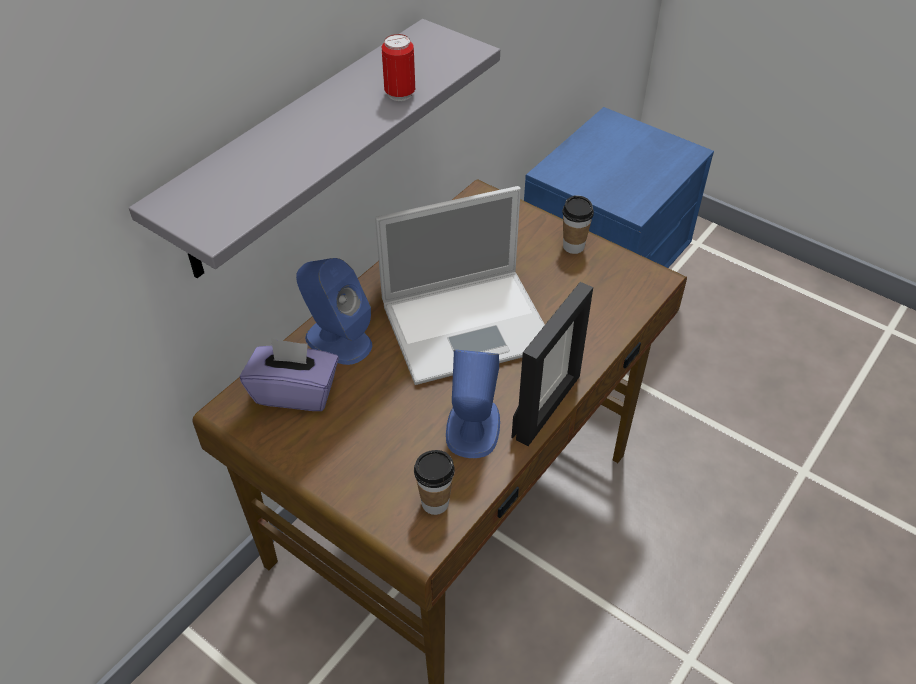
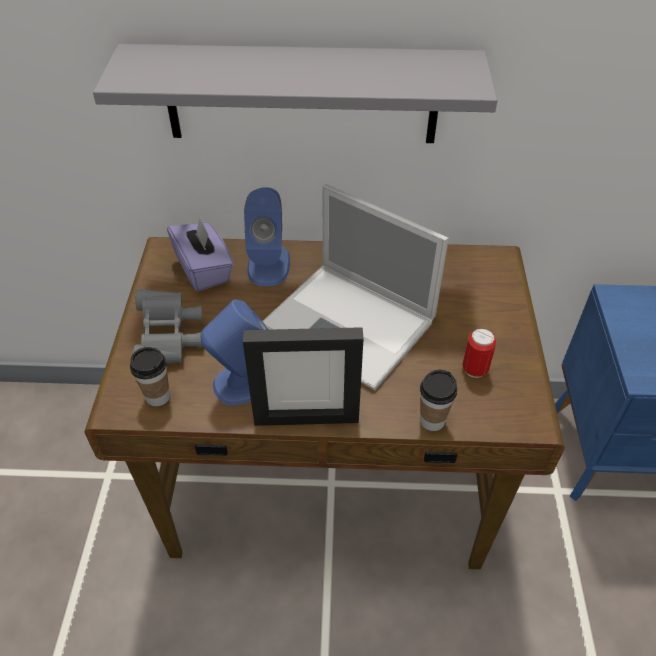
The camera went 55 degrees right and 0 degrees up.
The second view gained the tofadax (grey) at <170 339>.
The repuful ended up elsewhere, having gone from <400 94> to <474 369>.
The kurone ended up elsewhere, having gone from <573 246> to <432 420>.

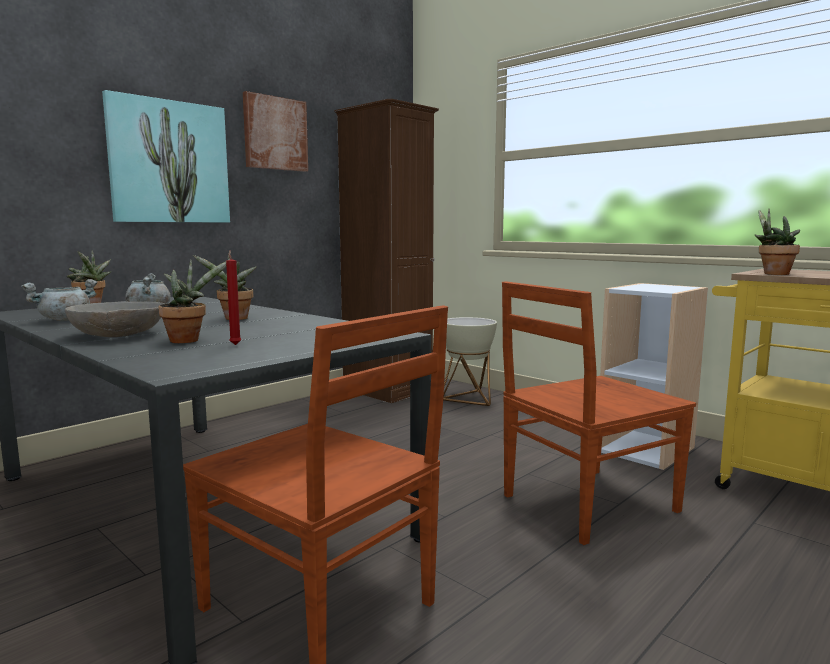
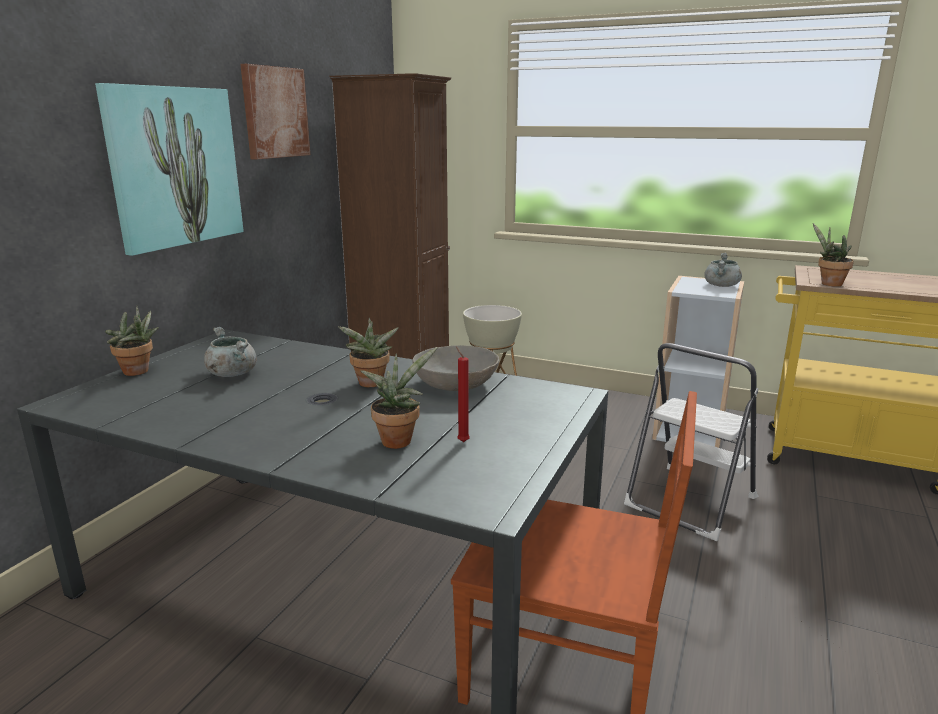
The camera went 20 degrees left and 10 degrees up.
The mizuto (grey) ended up elsewhere, having gone from <65 320> to <721 286>.
The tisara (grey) ended up elsewhere, having gone from <119 334> to <456 384>.
Where the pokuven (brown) stood at <586 504>, the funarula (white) came to stand at <687 502>.

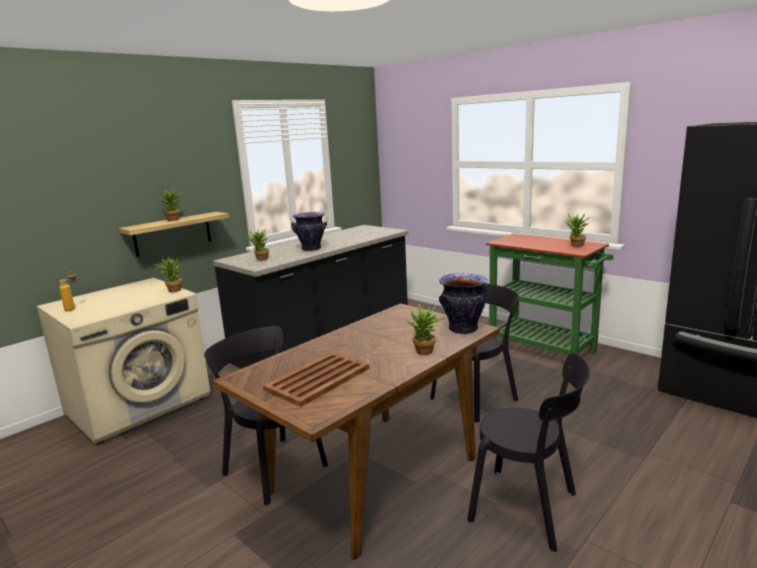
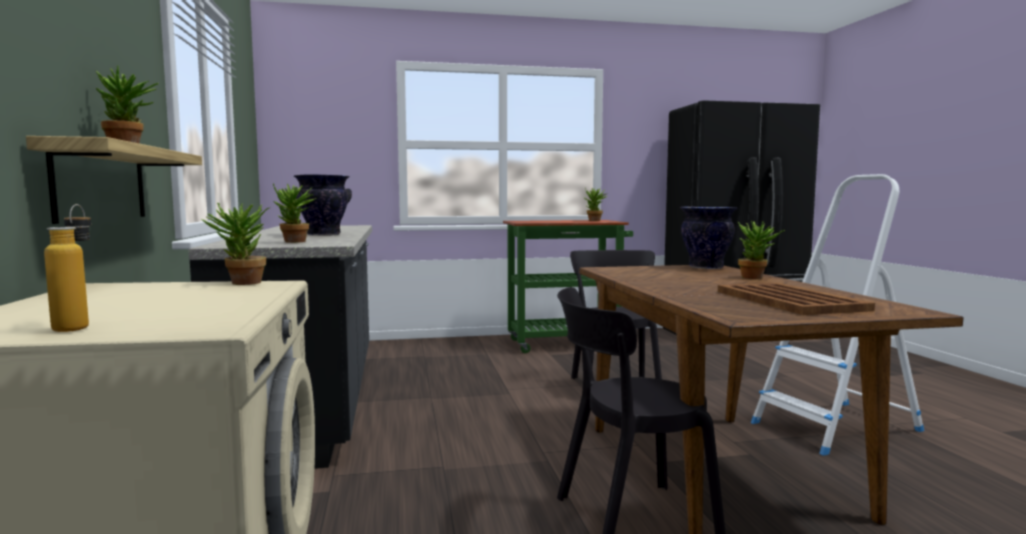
The camera went 55 degrees left and 10 degrees down.
Where the pokuven (black) stood at <528 509>, the funarula (white) came to stand at <834 427>.

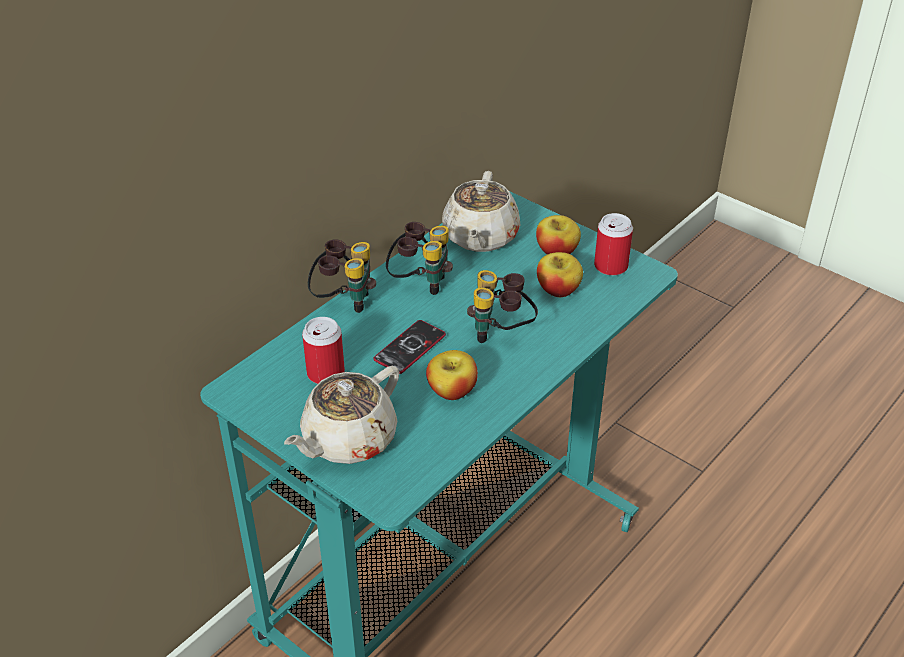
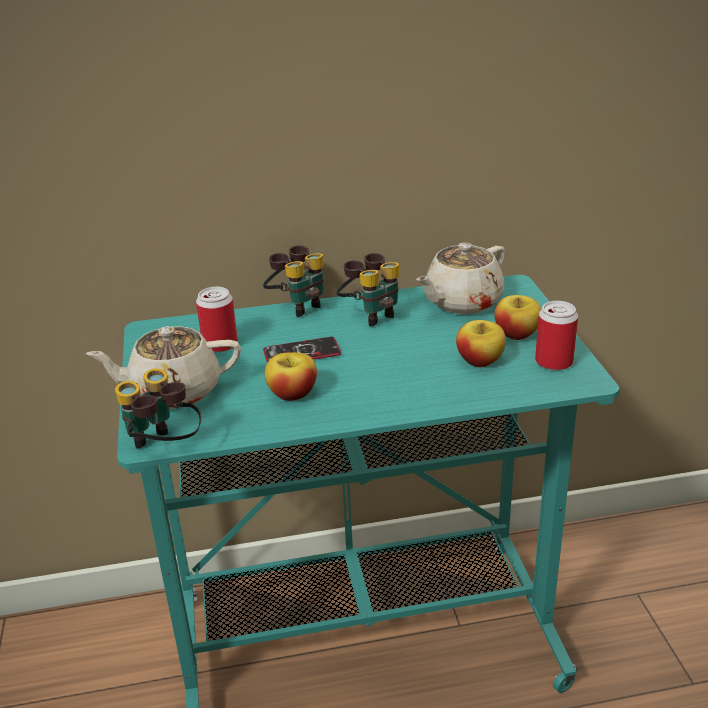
The camera went 40 degrees right and 10 degrees down.
The tofadax ended up elsewhere, having gone from <501 334> to <163 449>.

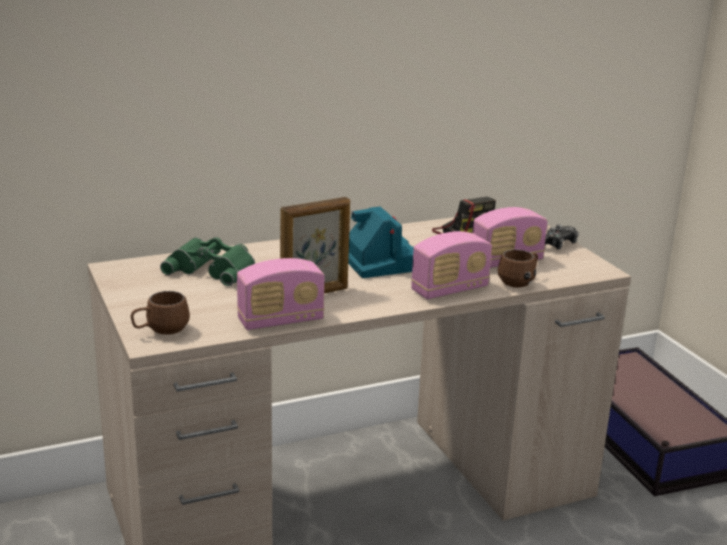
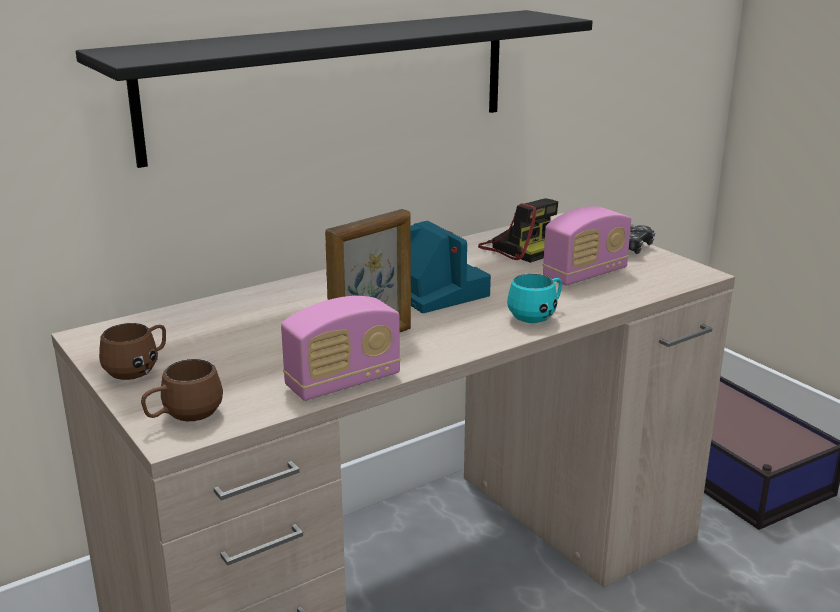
The camera went 10 degrees left and 0 degrees up.
The second view lost the tofadax (green) at <213 268>.
The second view gained the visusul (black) at <333 82>.
The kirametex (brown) ended up elsewhere, having gone from <519 282> to <139 370>.
Where the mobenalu stood at <449 290>, the kirametex (turquoise) came to stand at <537 316>.

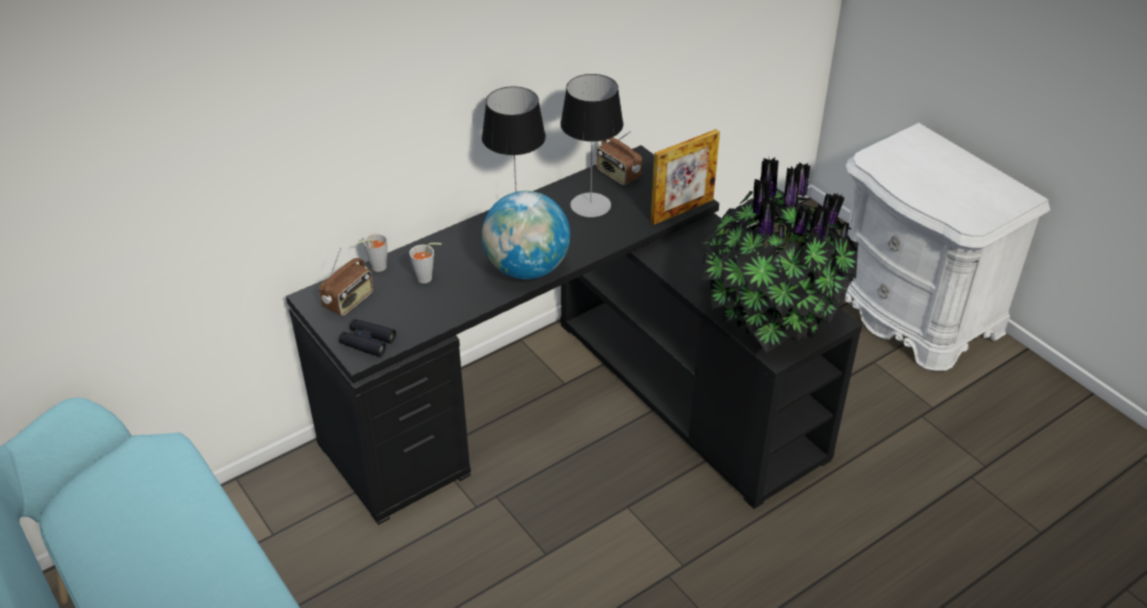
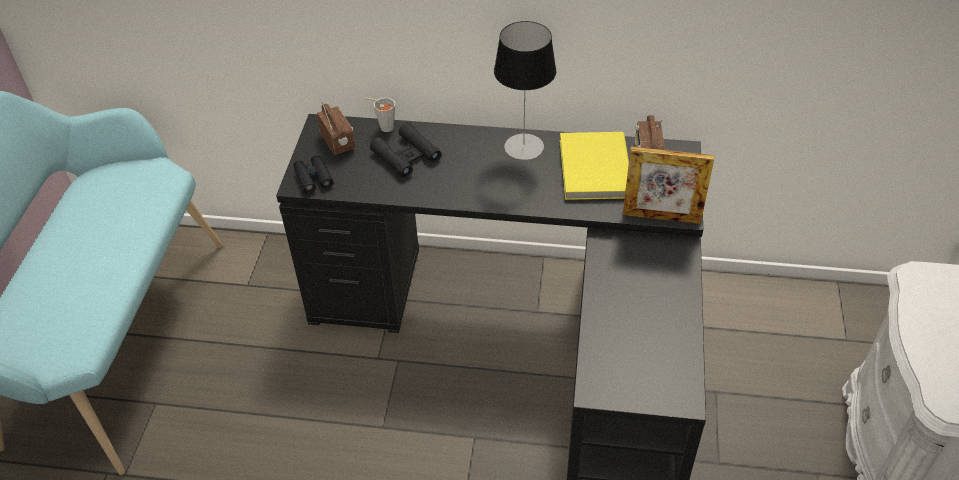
The camera went 45 degrees right and 5 degrees up.
The second view lost the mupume at <527 269>.
The second view lost the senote at <770 313>.
Where the kurone (grey) stood at <428 278>, the tofadax (black) came to stand at <406 156>.
Where the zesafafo stood at <590 205>, the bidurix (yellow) came to stand at <593 168>.
The mobenalu at <349 301> ended up facing another way, 105 degrees counterclockwise from before.

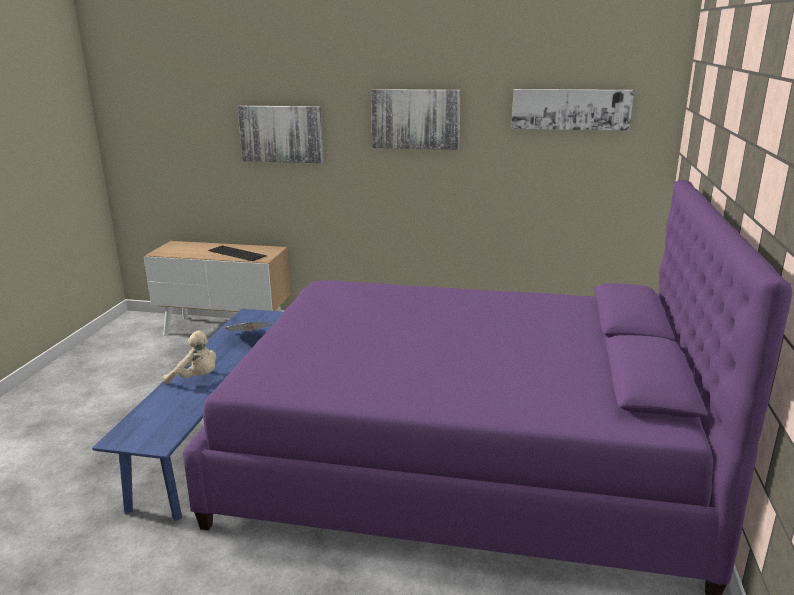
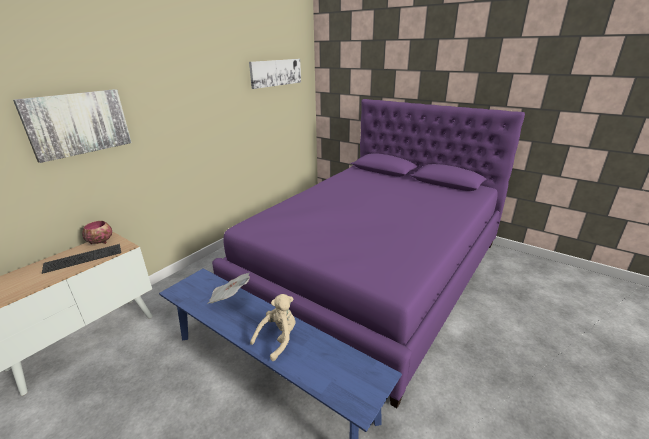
The camera went 65 degrees left and 5 degrees up.
The second view lost the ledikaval at <415 119>.
The second view gained the tisara at <100 241>.

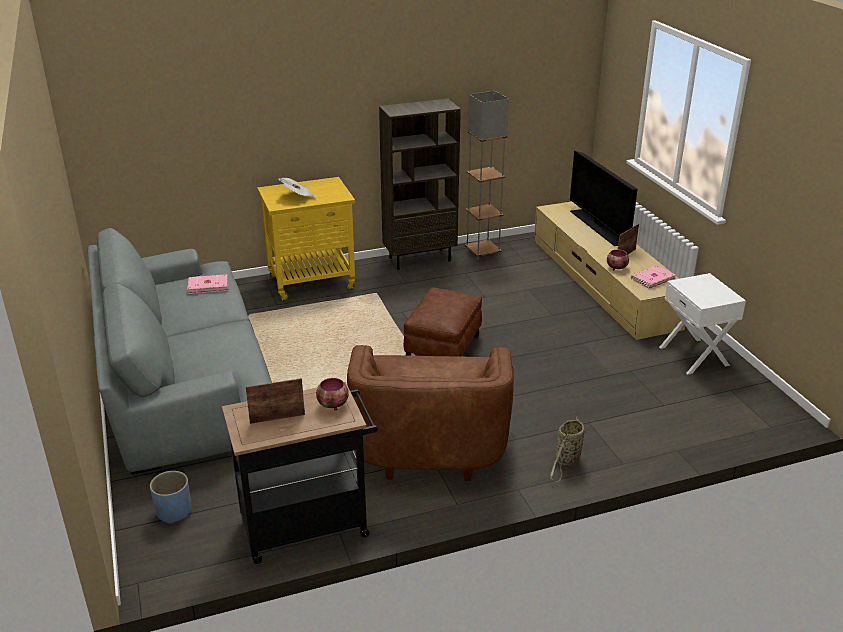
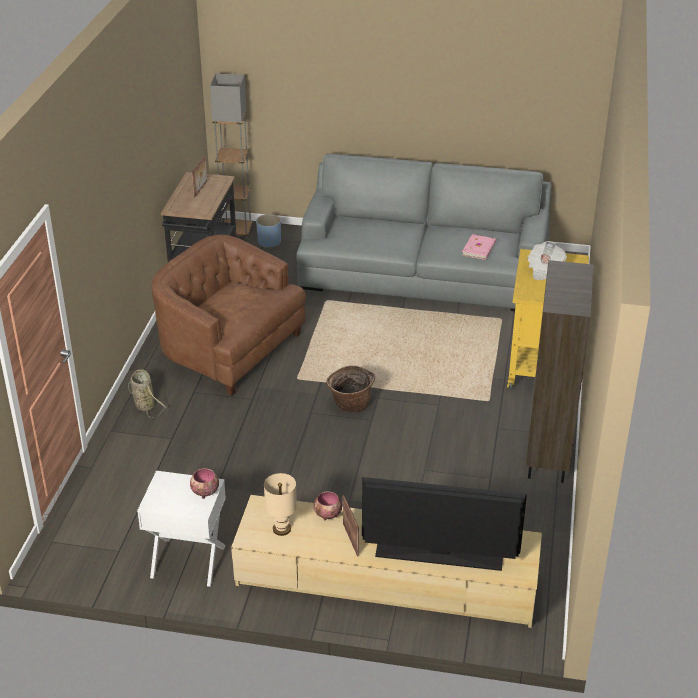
The camera went 120 degrees right and 5 degrees up.
The tisara ended up elsewhere, having gone from <333 405> to <204 492>.
The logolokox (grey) ended up elsewhere, having gone from <482 252> to <236 231>.
Where the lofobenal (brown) stood at <443 349>, the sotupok came to stand at <350 405>.
Where the bidurix (pink) stood at <652 278>, the zesafafo (beige) came to stand at <282 529>.

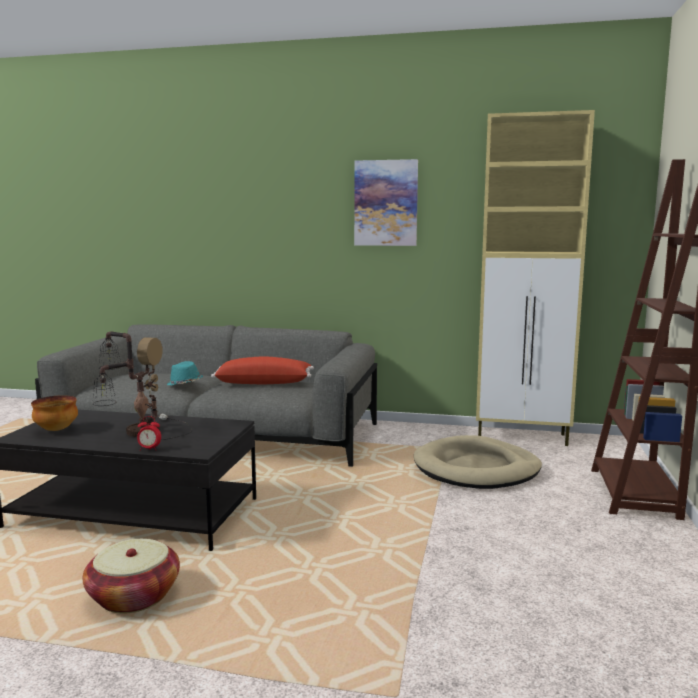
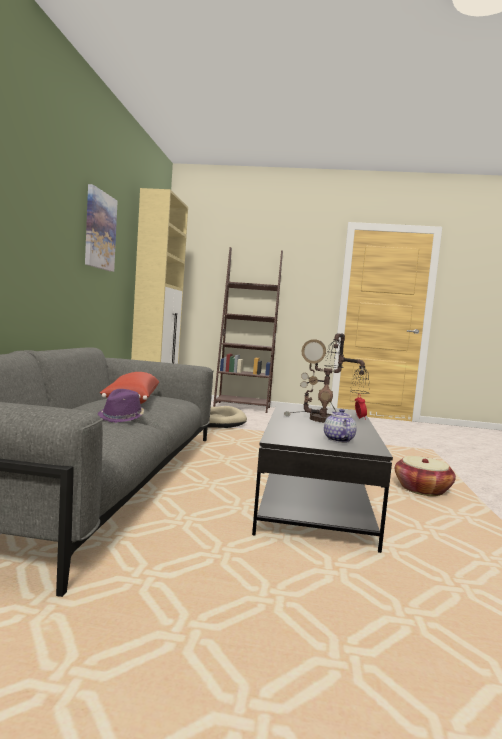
The camera went 95 degrees left and 5 degrees down.
Where the tisara stood at <56 430>, the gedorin came to stand at <337 440>.
What was the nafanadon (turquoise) at <184 384> turned into the nafanadon (purple) at <121 417>.

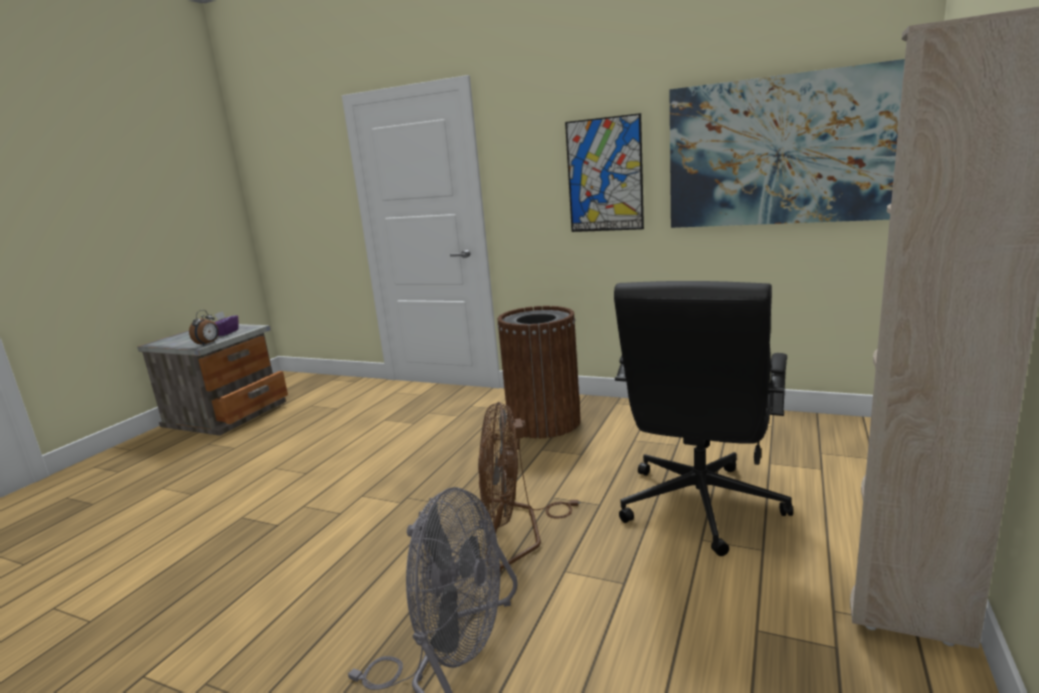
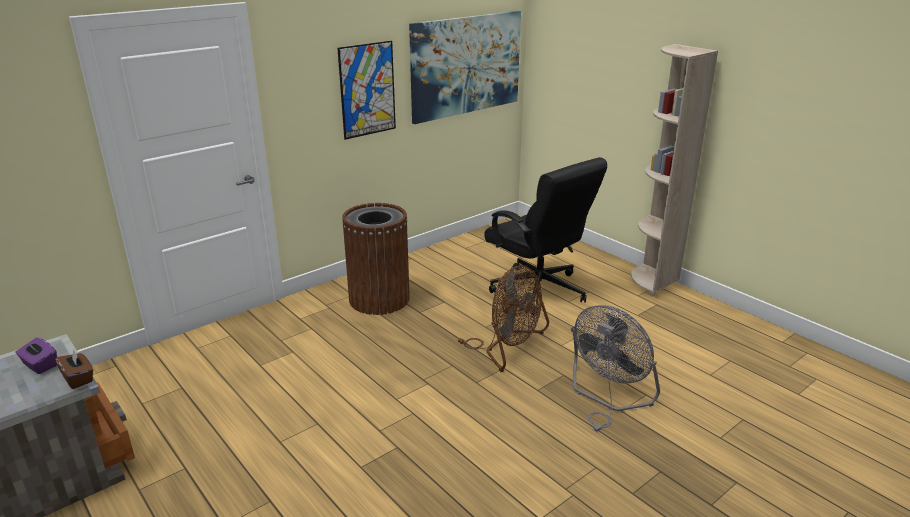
The camera went 65 degrees left and 10 degrees up.
Where the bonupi stood at <208 344>, the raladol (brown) came to stand at <78 378>.
The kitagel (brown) at <517 527> ended up facing another way, 75 degrees counterclockwise from before.

